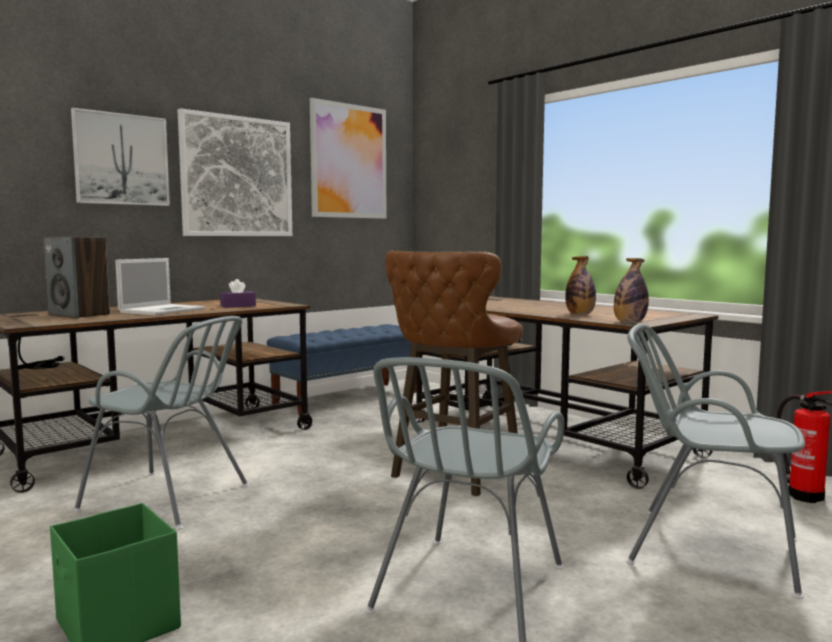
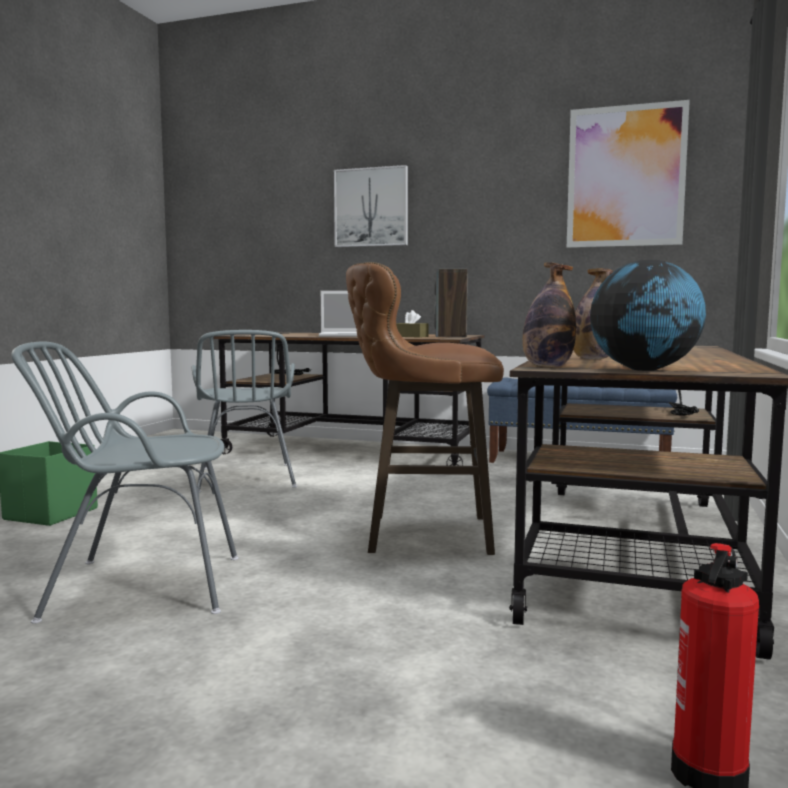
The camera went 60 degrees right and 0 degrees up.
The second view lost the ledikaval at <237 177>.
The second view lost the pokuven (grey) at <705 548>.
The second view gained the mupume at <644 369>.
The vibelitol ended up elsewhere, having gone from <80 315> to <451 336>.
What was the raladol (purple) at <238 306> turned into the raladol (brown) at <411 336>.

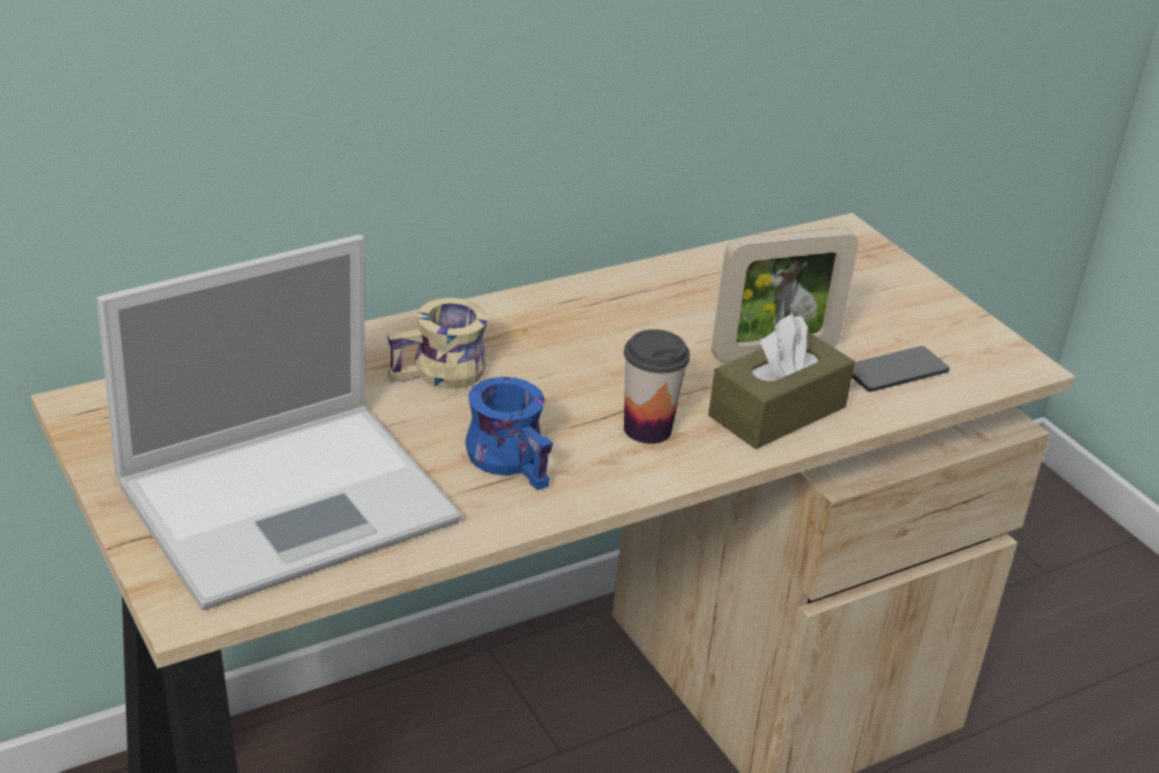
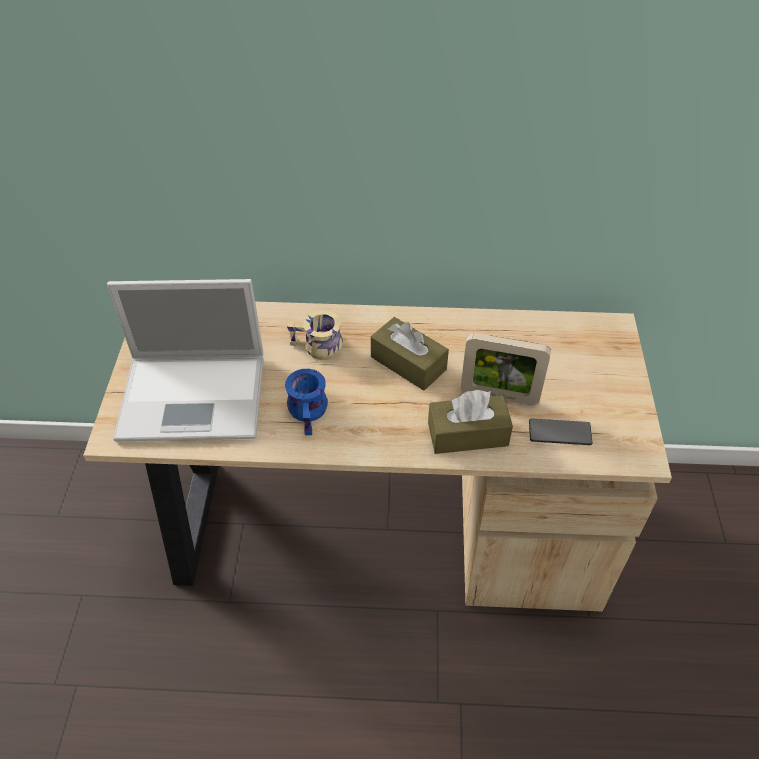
The camera went 35 degrees right and 15 degrees up.
The second view lost the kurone at <647 429>.
The second view gained the raladol (brown) at <408 363>.

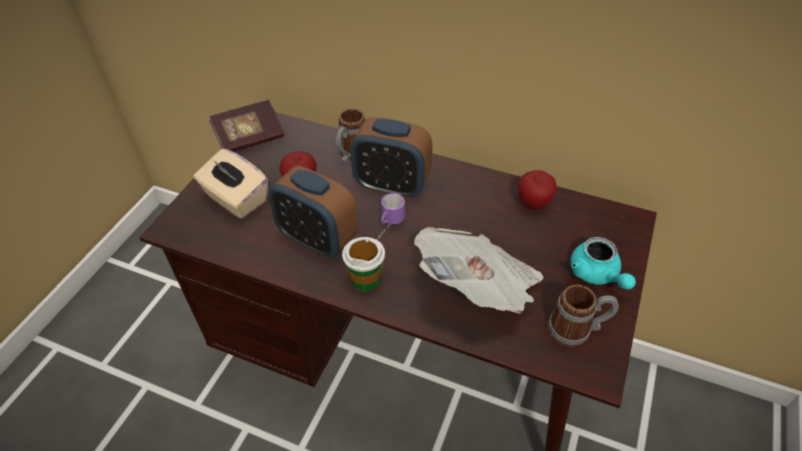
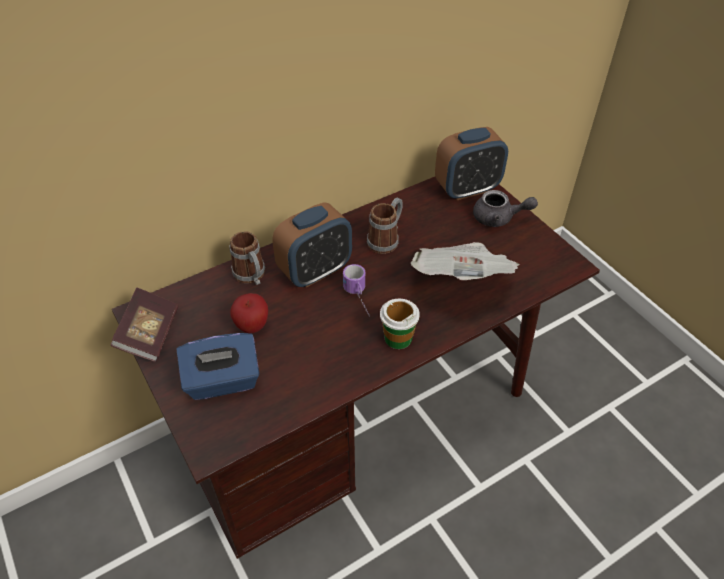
The camera went 55 degrees left and 0 degrees up.
The second view lost the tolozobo at <533 204>.
The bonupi ended up elsewhere, having gone from <317 239> to <467 189>.
The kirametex ended up elsewhere, having gone from <577 329> to <386 239>.
What was the raladol (beige) at <236 199> turned into the raladol (blue) at <223 381>.
What was the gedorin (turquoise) at <597 275> turned into the gedorin (grey) at <498 218>.

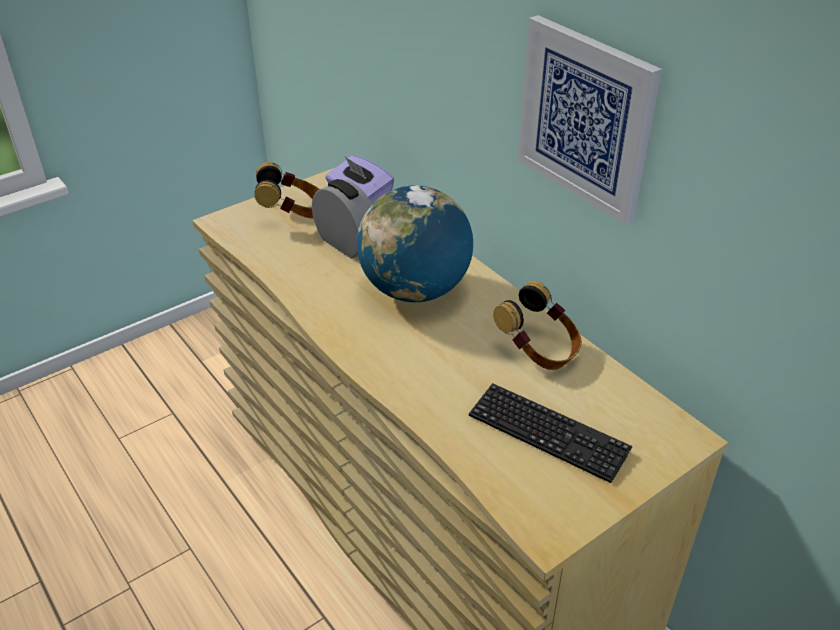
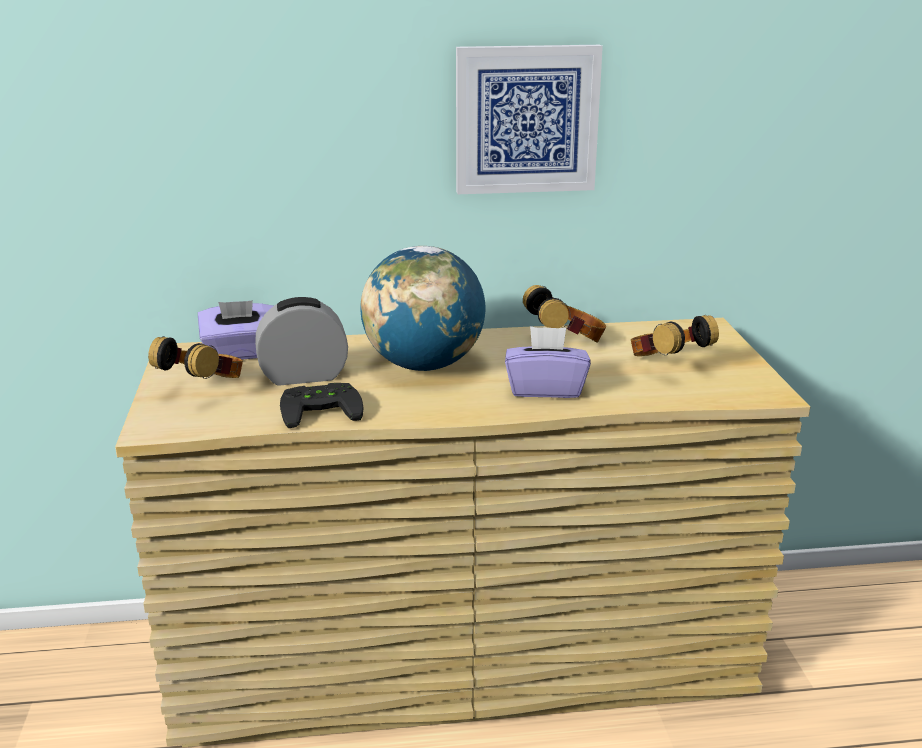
The camera went 60 degrees left and 15 degrees down.
The second view gained the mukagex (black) at <321 409>.
The second view gained the raladol (purple) at <545 389>.
Where the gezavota stood at <548 434>, the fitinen came to stand at <666 366>.

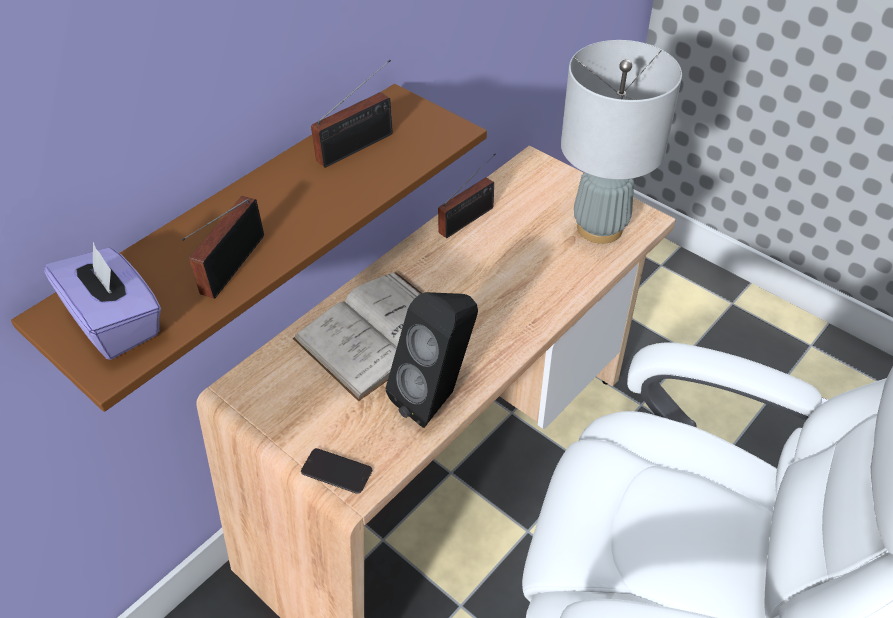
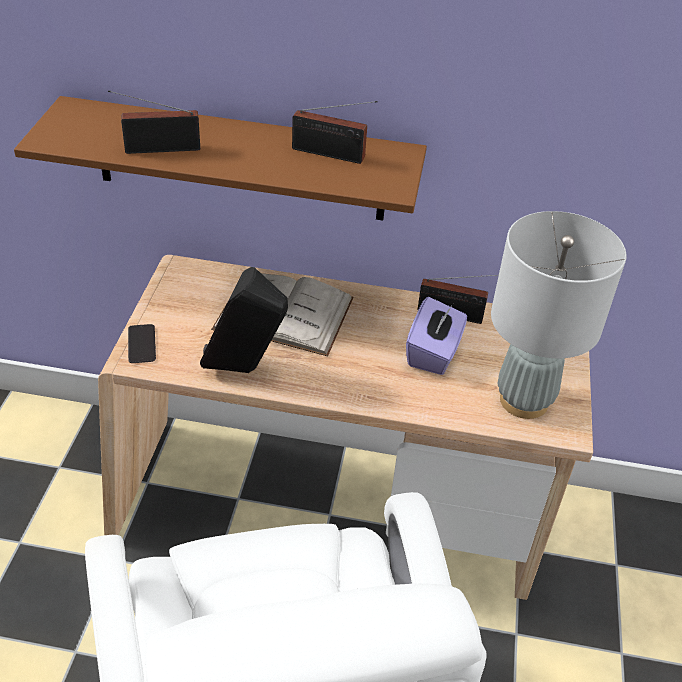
The camera went 55 degrees right and 5 degrees down.
The raladol (purple) ended up elsewhere, having gone from <117 322> to <433 353>.

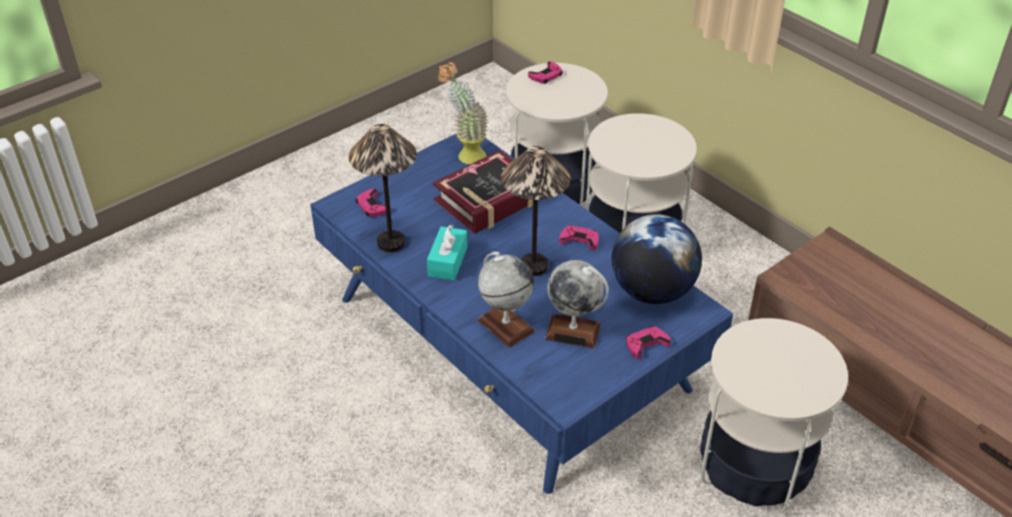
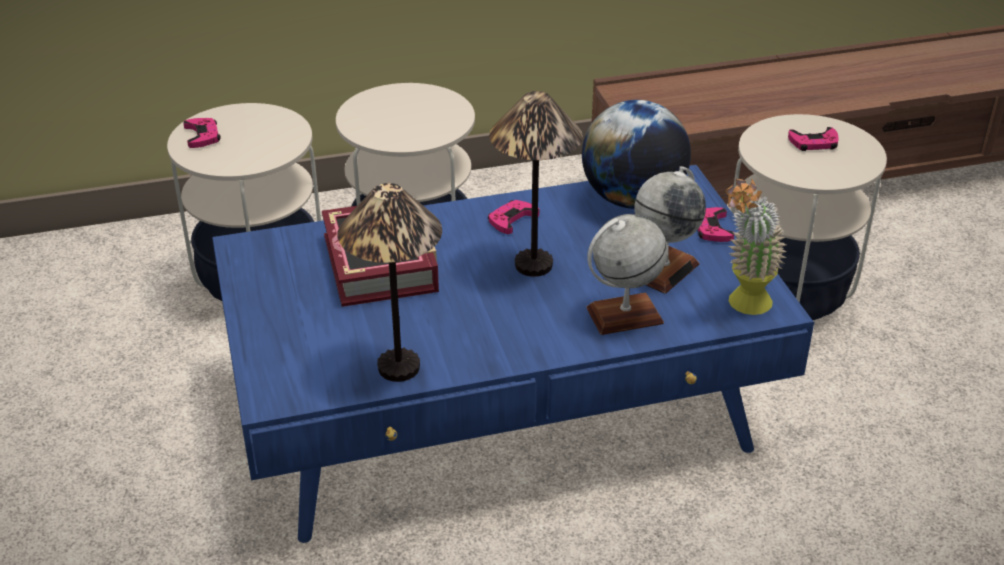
The camera went 65 degrees left and 5 degrees down.
The second view lost the raladol (turquoise) at <448 261>.
The mukagex (pink) ended up elsewhere, having gone from <372 206> to <814 143>.
The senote ended up elsewhere, having gone from <465 154> to <743 307>.

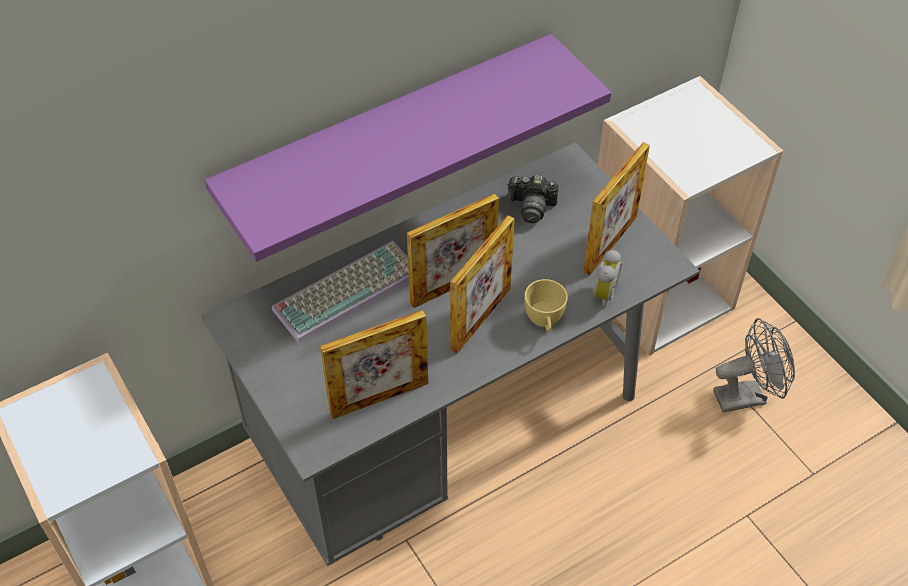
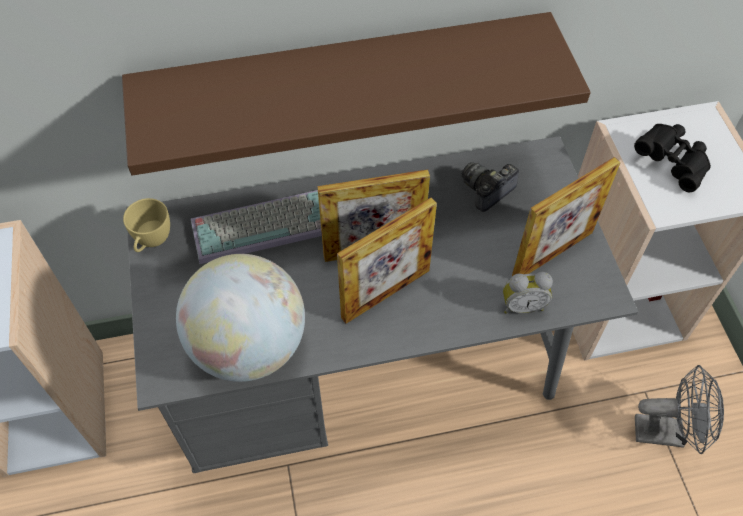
The camera went 20 degrees right and 5 degrees up.
The second view gained the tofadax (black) at <672 163>.
The kurone (yellow) ended up elsewhere, having gone from <544 322> to <151 241>.
Where the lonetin stood at <379 398>, the mupume came to stand at <249 346>.
What was the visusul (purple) at <388 134> turned into the visusul (brown) at <344 77>.
The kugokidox at <531 206> ended up facing another way, 105 degrees clockwise from before.
The bonupi at <602 294> ended up facing another way, 45 degrees clockwise from before.

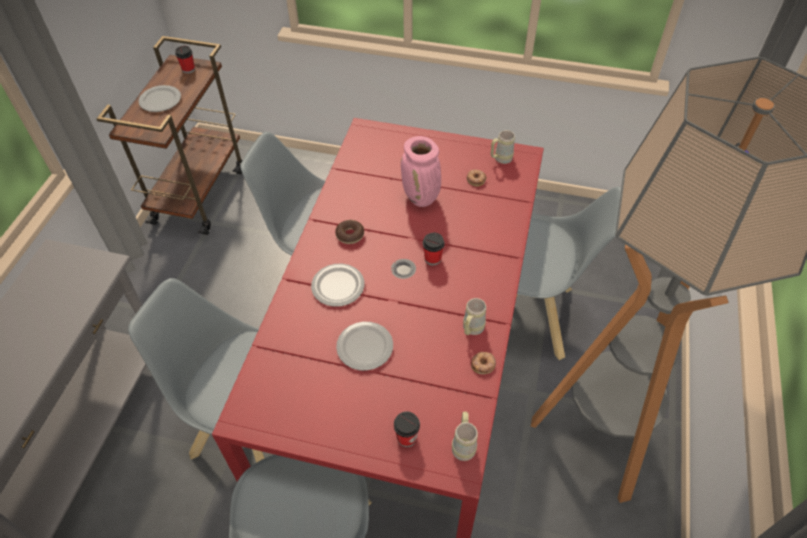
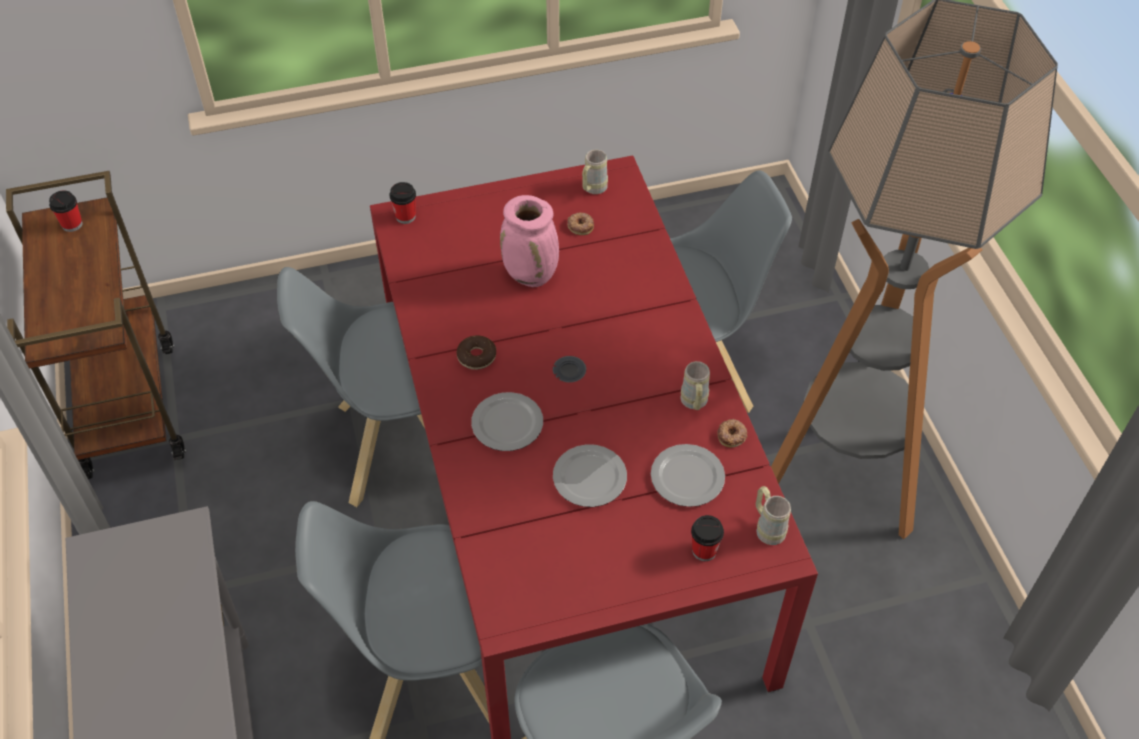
The camera went 30 degrees left and 0 degrees up.
The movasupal ended up elsewhere, having gone from <159 100> to <686 477>.
The kurone ended up elsewhere, having gone from <432 259> to <405 216>.

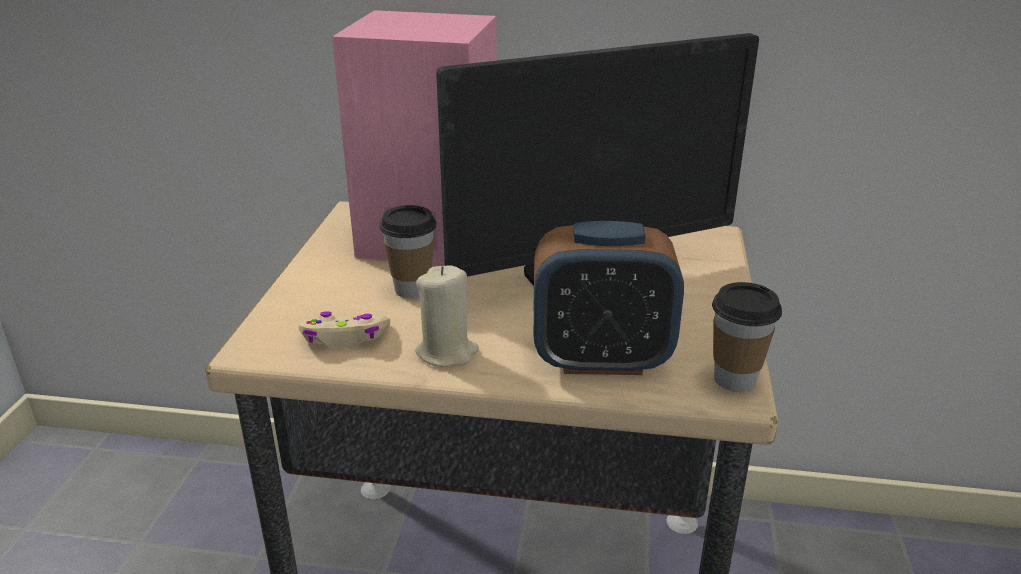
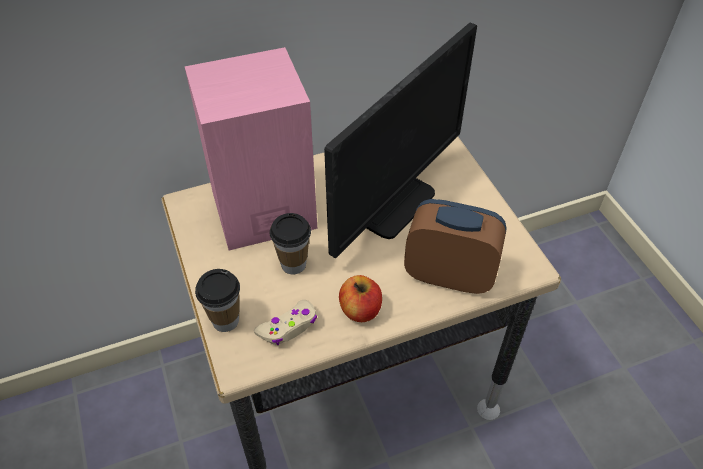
The camera went 30 degrees left and 20 degrees up.
The kurone ended up elsewhere, having gone from <735 379> to <225 320>.
Where the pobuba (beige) stood at <447 352>, the tolozobo came to stand at <360 310>.
The bonupi at <601 359> ended up facing another way, 135 degrees counterclockwise from before.

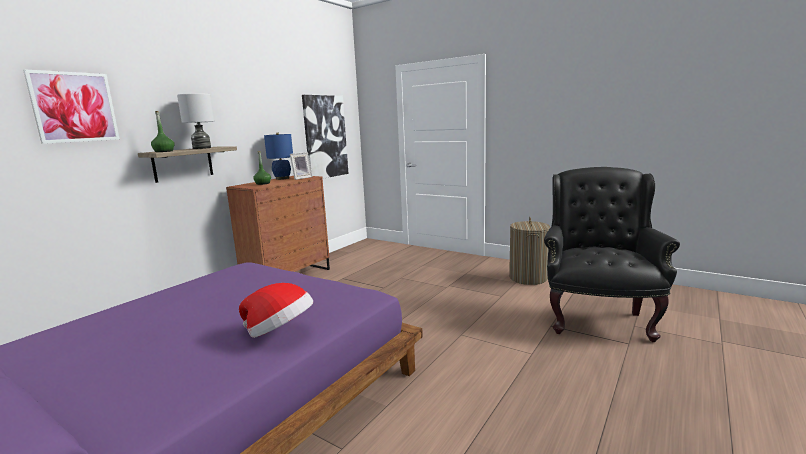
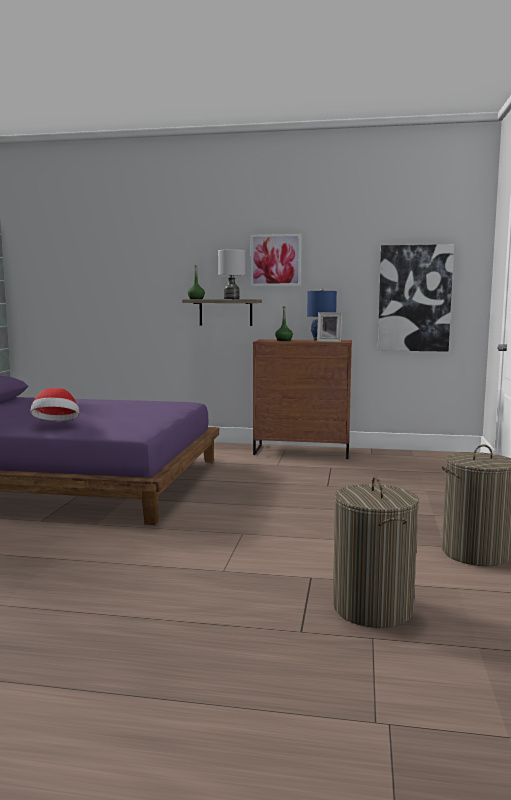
The camera went 65 degrees right and 5 degrees down.
The ledikaval ended up elsewhere, having gone from <74 107> to <275 260>.
Where the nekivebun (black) stood at <597 317>, the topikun came to stand at <373 608>.

